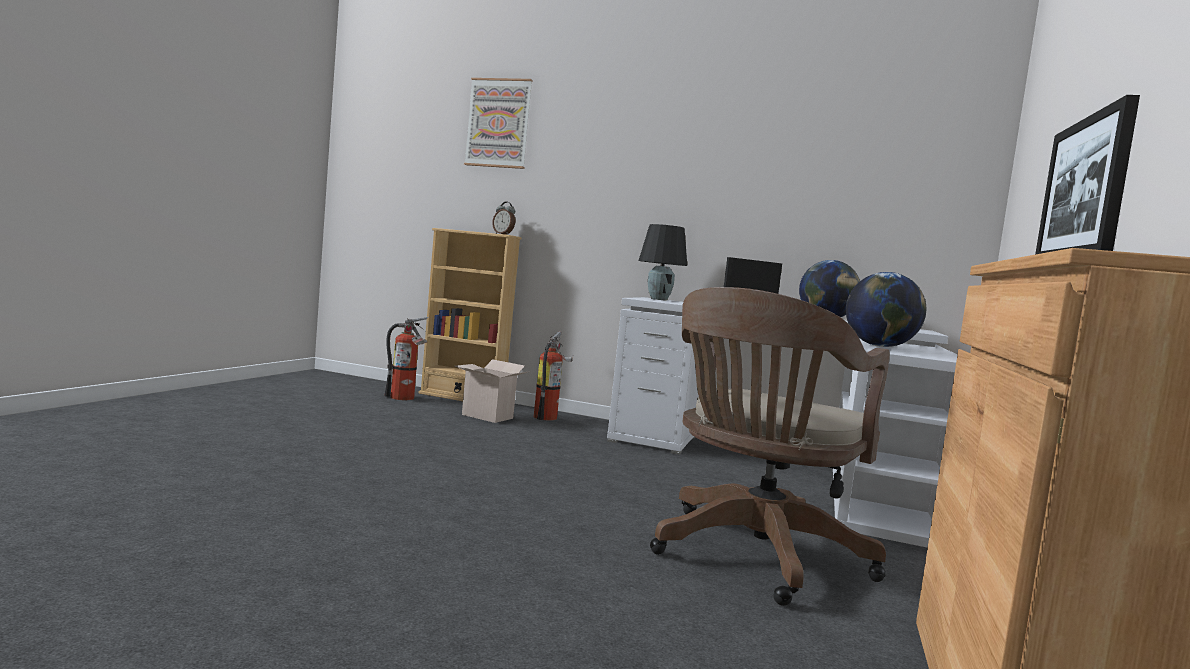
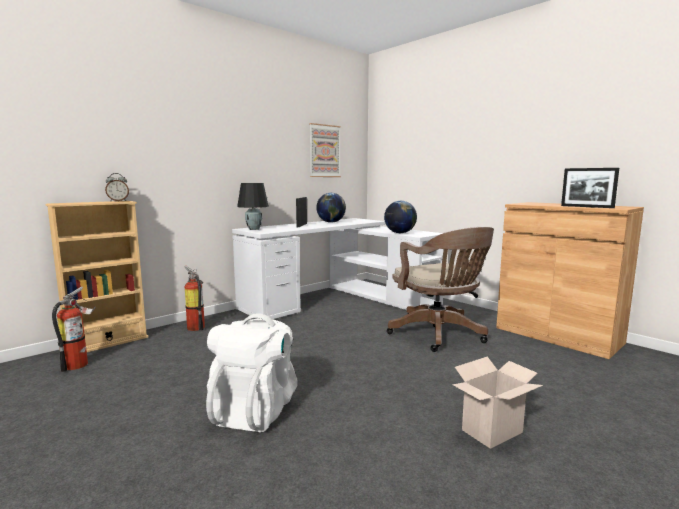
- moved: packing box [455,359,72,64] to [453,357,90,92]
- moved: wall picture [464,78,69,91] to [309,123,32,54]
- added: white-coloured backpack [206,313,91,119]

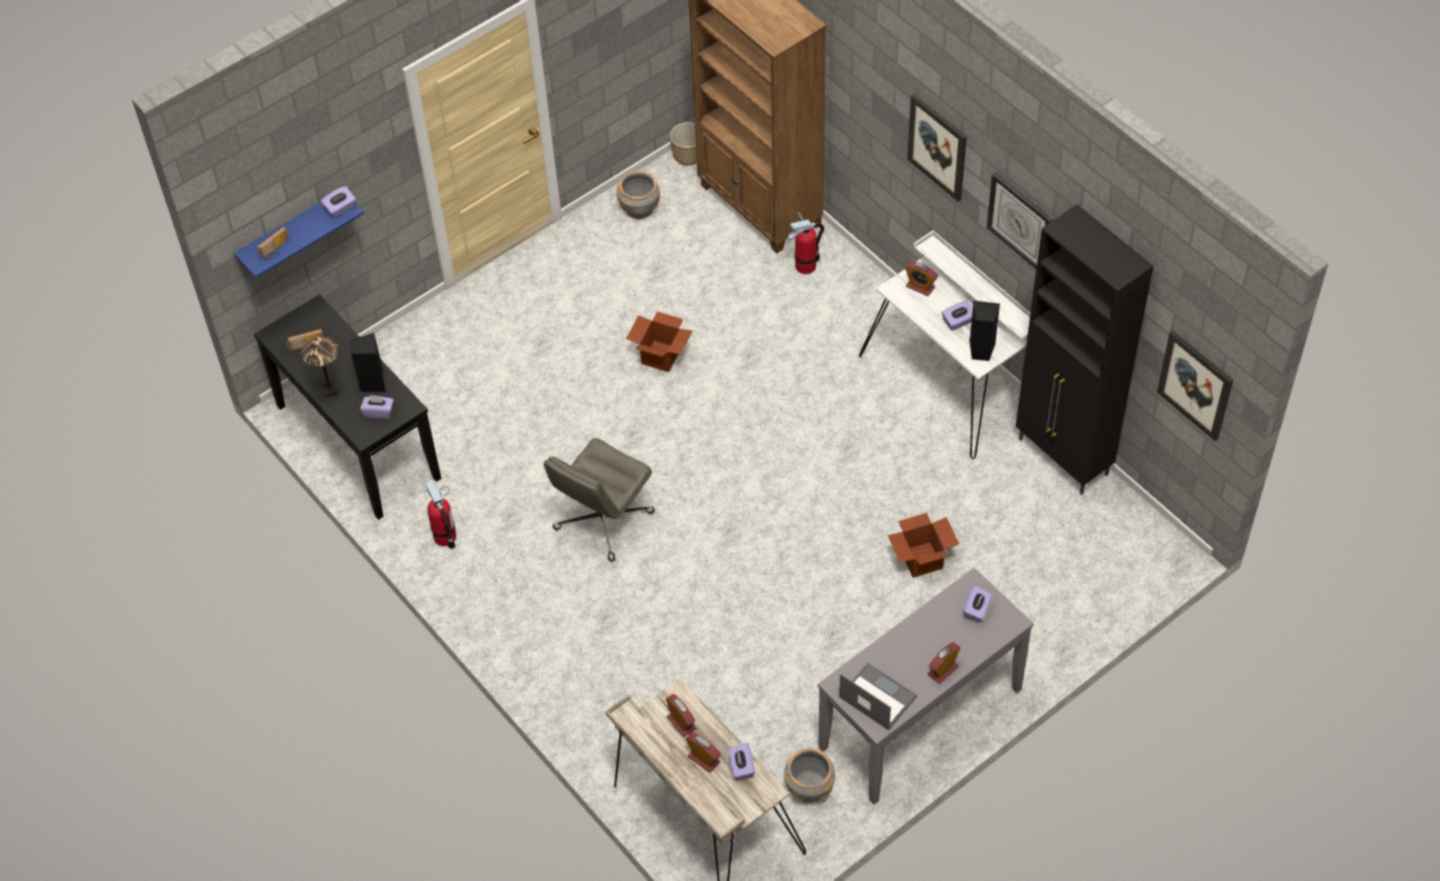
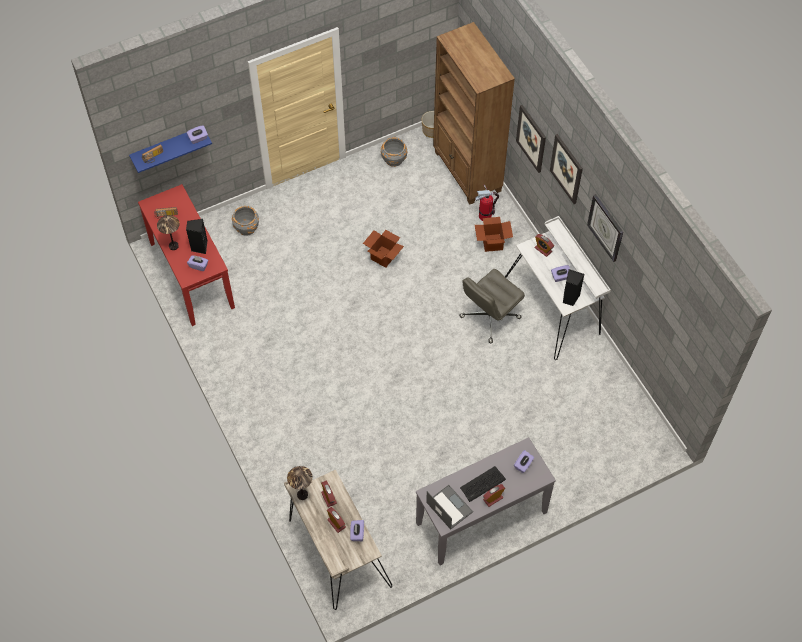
- recoloured: black narrow table [254,294,187,226] to reddish narrow table [138,184,97,142]
- removed: fire extinguisher [425,480,31,69]
- moved: grey office chair [544,438,111,124] to [459,269,66,74]
- moved: grey plant pot [784,748,51,55] to [232,206,27,30]
- moved: packing box [888,513,71,65] to [475,217,38,35]
- removed: black cupboard [1016,204,137,291]
- moved: wall picture [1157,331,76,110] to [516,105,30,68]
- added: table lamp [287,466,26,34]
- added: computer keyboard [460,466,46,36]

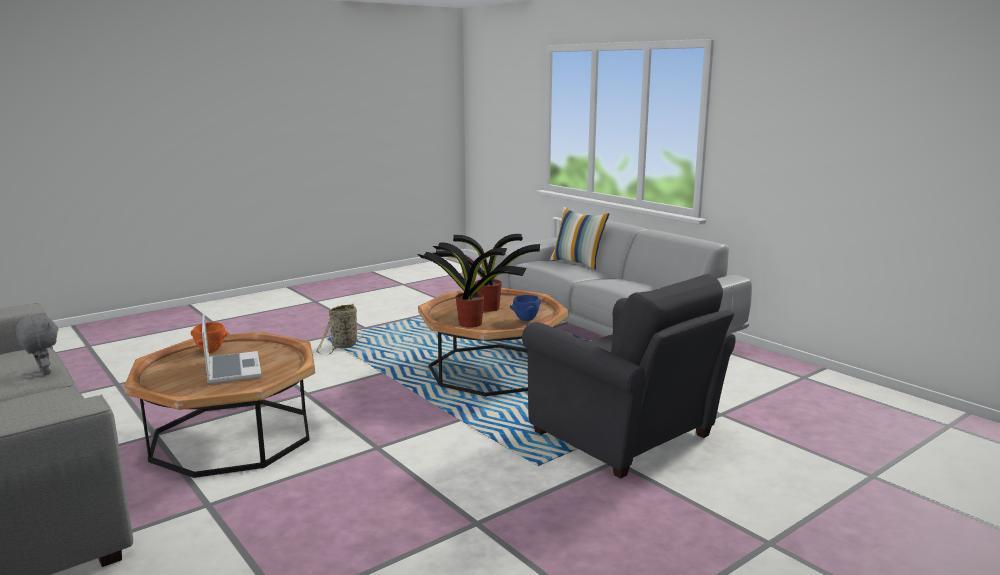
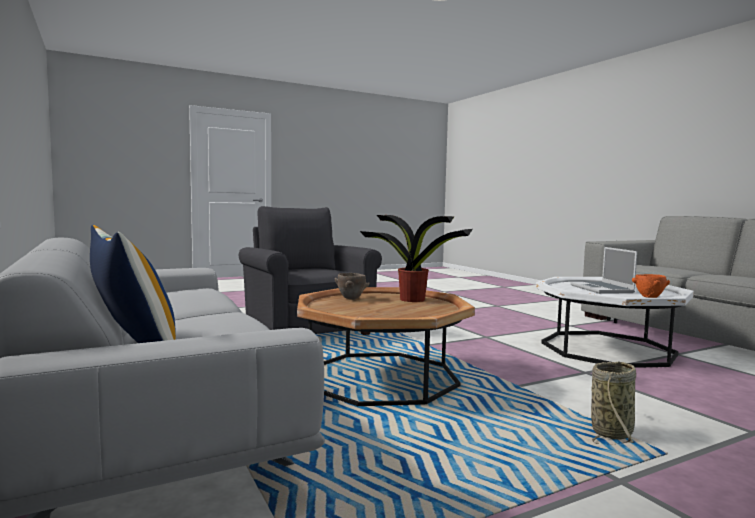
- removed: grey soft toy [16,313,42,63]
- recoloured: brown-coloured lounge table [124,332,191,146] to white-coloured lounge table [536,277,158,91]
- removed: plant in a pot [433,234,107,78]
- recoloured: bluish serving bowl [510,295,31,26] to brown-coloured serving bowl [335,273,34,27]

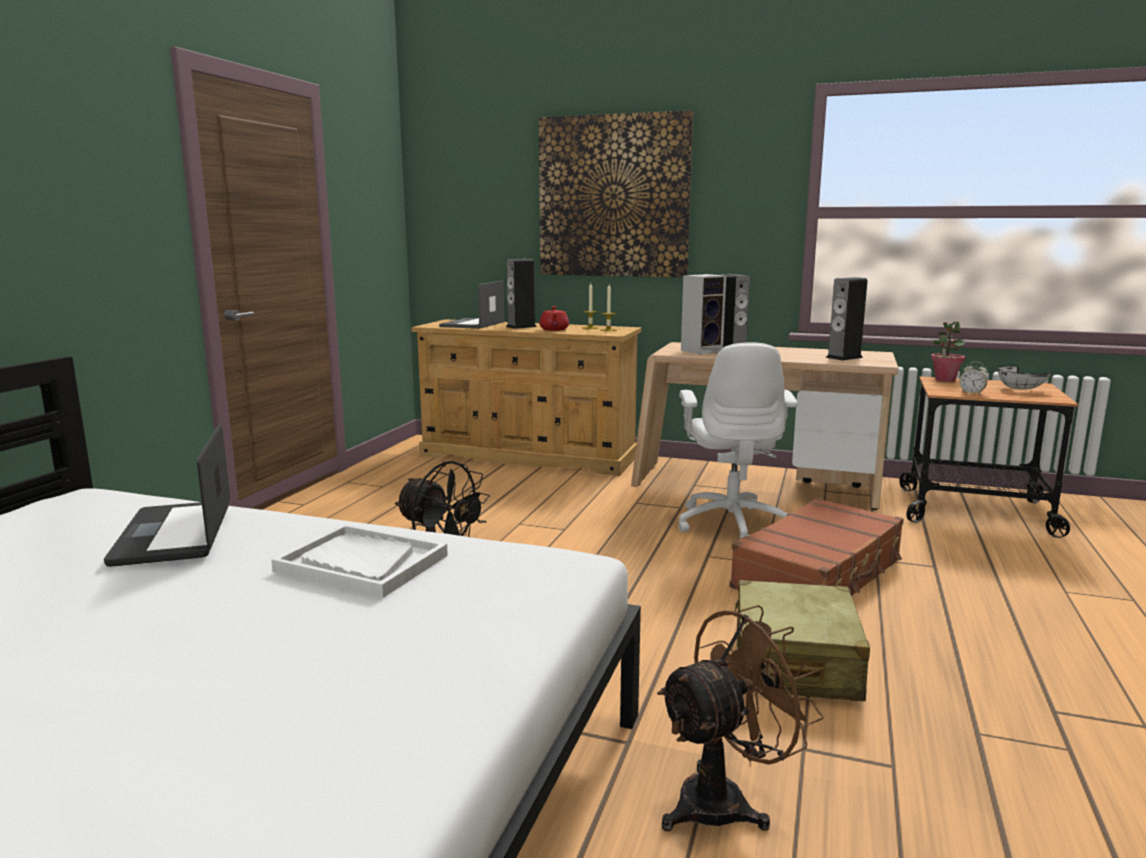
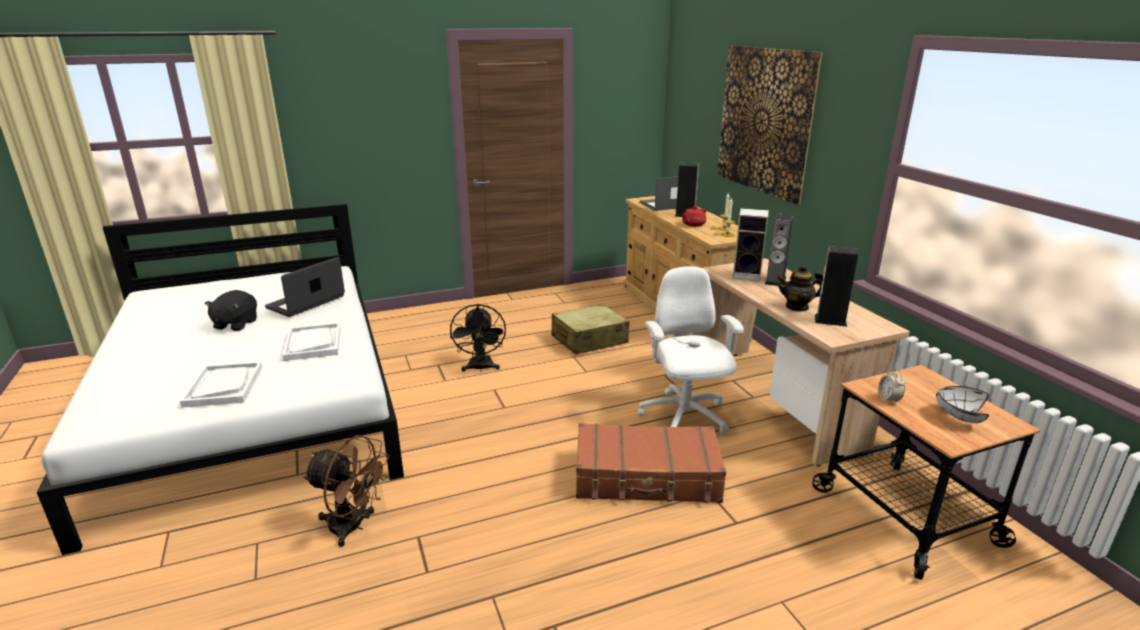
- turned: white-coloured office chair [678,342,120,197] = [638,266,106,169] 120 degrees clockwise
- moved: beige travel case [734,580,136,121] to [551,304,78,50]
- removed: plant in a pot [931,322,34,60]
- added: white-coloured serving tray [180,361,83,47]
- added: black soft toy [205,290,52,41]
- added: teapot [777,264,46,48]

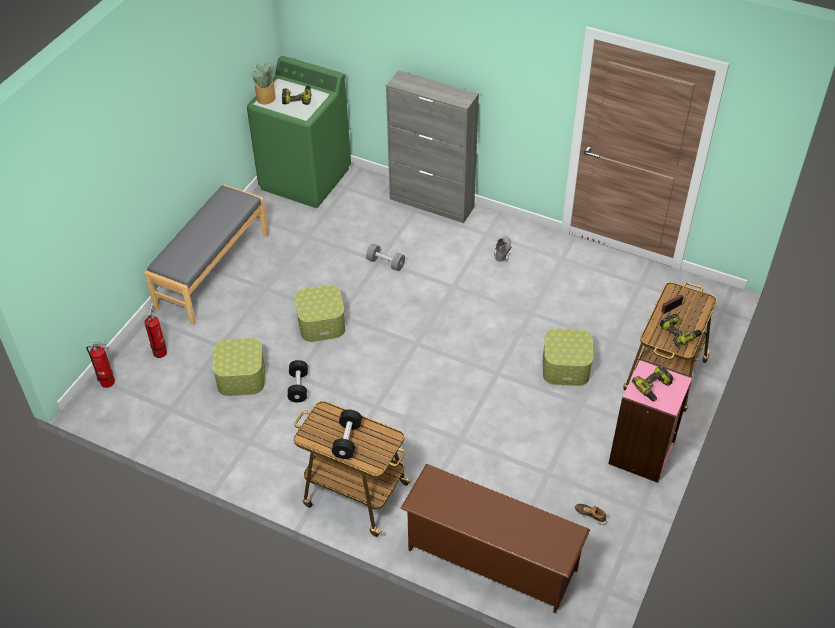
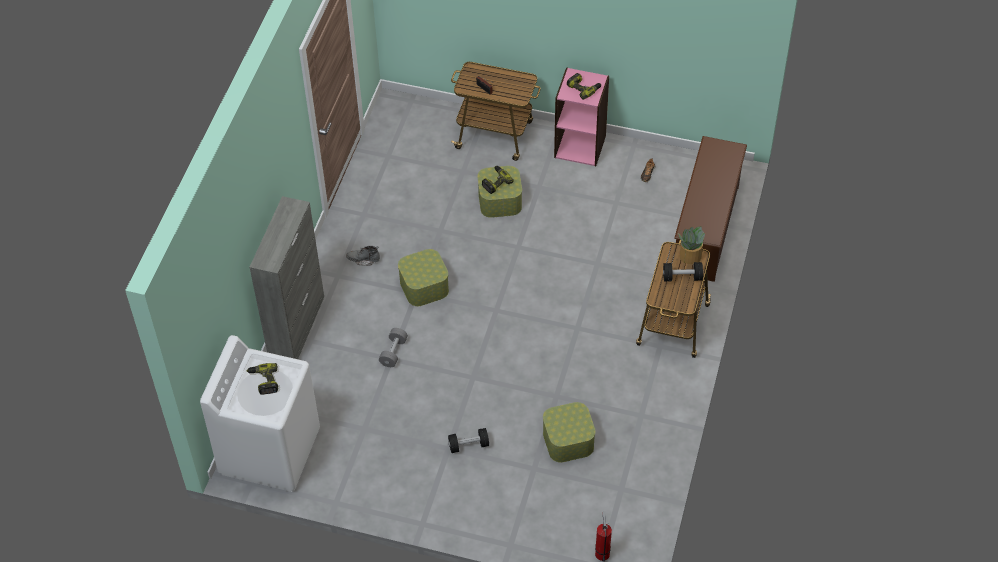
- removed: grey long seat [144,185,125,140]
- removed: fire extinguisher [144,303,23,55]
- recoloured: green-coloured laundry machine [247,56,104,152] to white-coloured laundry machine [200,335,120,157]
- moved: plant in a pot [252,62,24,42] to [678,227,27,37]
- moved: black dumbbell [287,360,21,42] to [448,428,41,25]
- moved: storage box [295,285,50,57] to [398,249,51,57]
- moved: power drill [660,314,42,33] to [482,166,32,28]

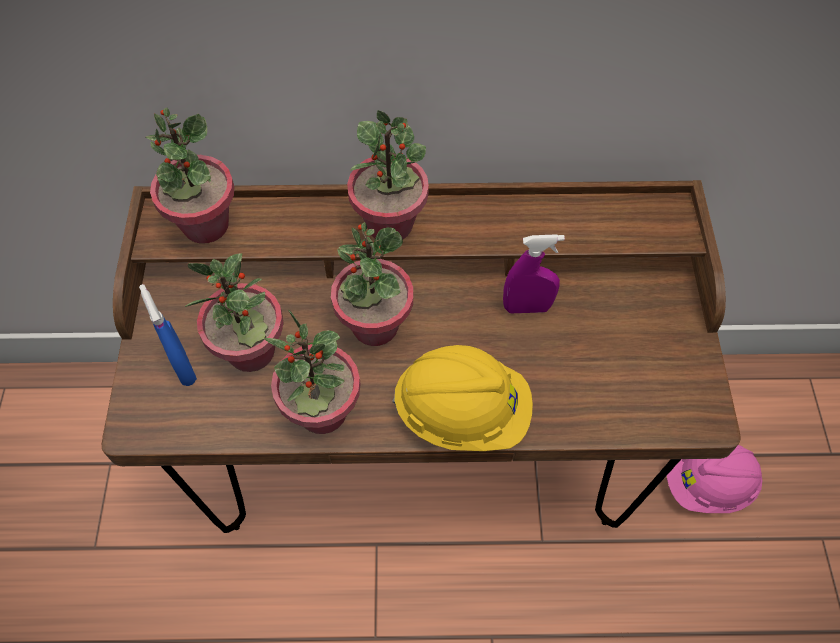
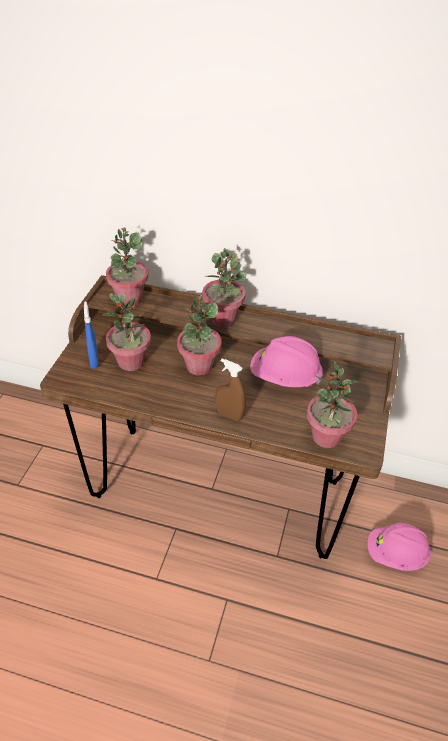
- moved: plant in a pot [264,310,97,124] to [307,361,51,87]
- replaced: yellow-coloured hard hat [392,345,141,106] to brown-coloured hand sprayer [216,359,30,62]
- replaced: purple-coloured hand sprayer [503,234,62,79] to pink-coloured hard hat [250,336,73,51]

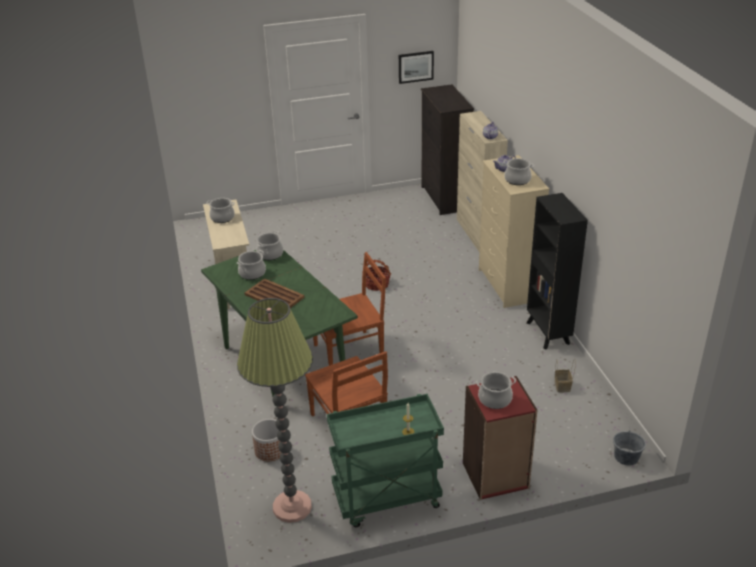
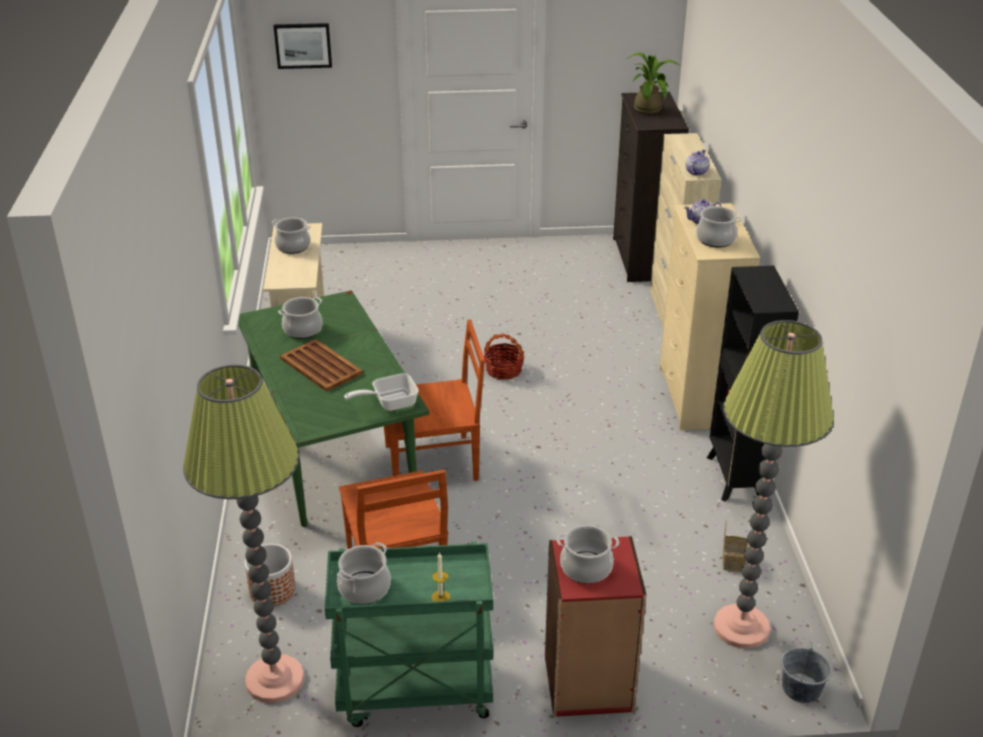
- moved: stockpot [256,231,27,29] to [337,542,54,62]
- moved: wall picture [399,51,35,33] to [274,23,58,46]
- added: frying pan [344,373,75,38]
- added: plant in a pot [627,52,53,62]
- added: standing lamp [714,320,120,329]

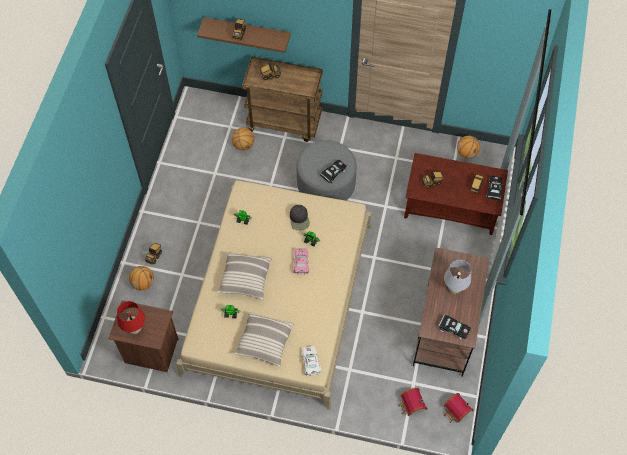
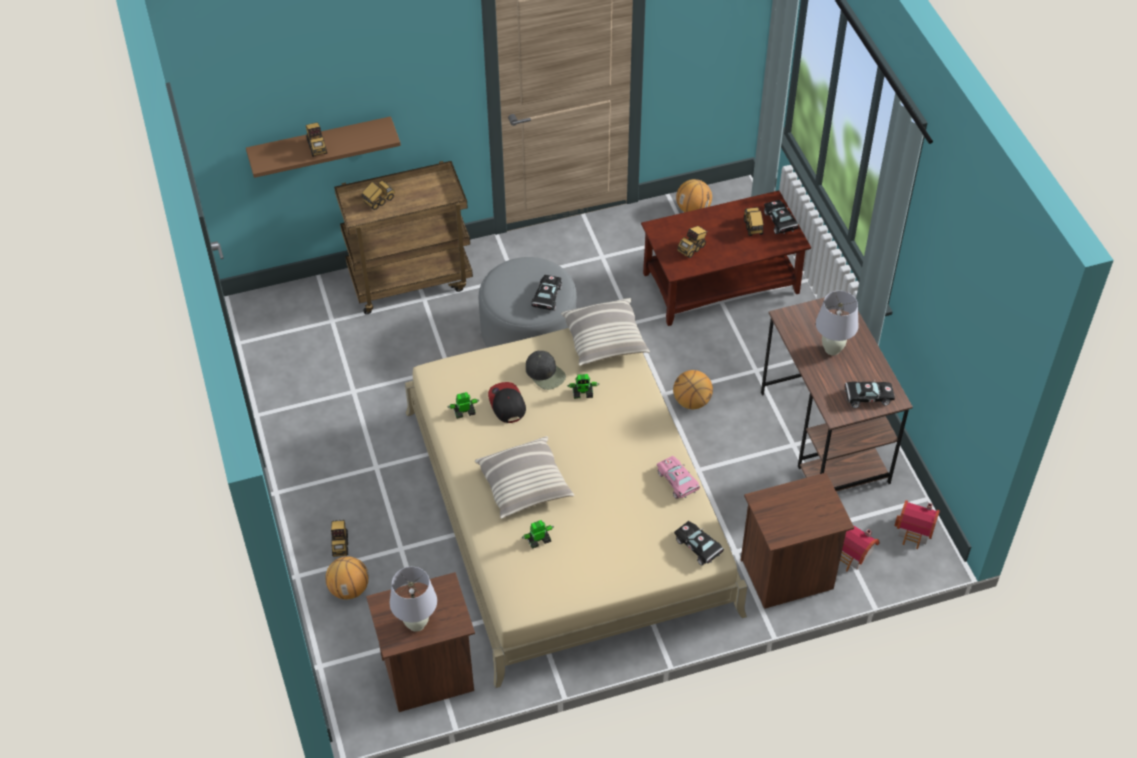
- recoloured: reddish table lamp [117,301,28,33] to white-coloured table lamp [390,567,47,65]
- moved: ball for basketball [232,128,22,23] to [673,370,40,39]
- moved: cushion [234,312,61,55] to [561,298,89,68]
- moved: pink-coloured model car [293,248,16,27] to [657,456,43,43]
- recoloured: white-coloured model car [302,346,19,30] to black model car [674,521,50,44]
- added: peaked cap [488,382,38,41]
- added: brown-coloured night table [741,473,113,136]

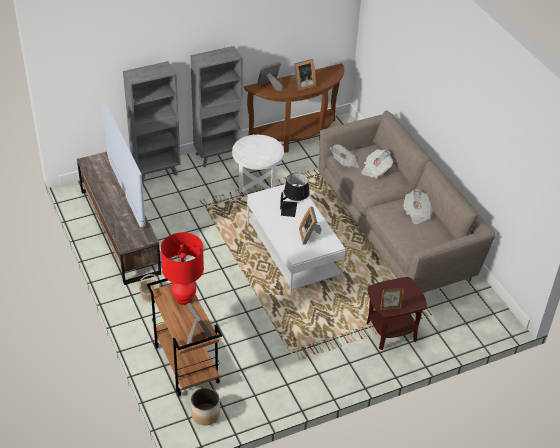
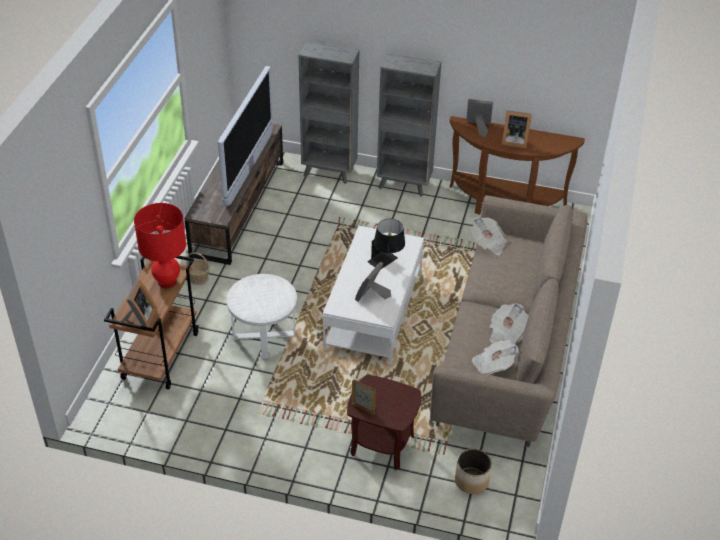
- moved: plant pot [191,388,29,37] to [455,449,37,45]
- moved: white-coloured side table [232,135,52,57] to [227,274,70,85]
- moved: newspaper [361,149,32,30] to [472,340,47,34]

